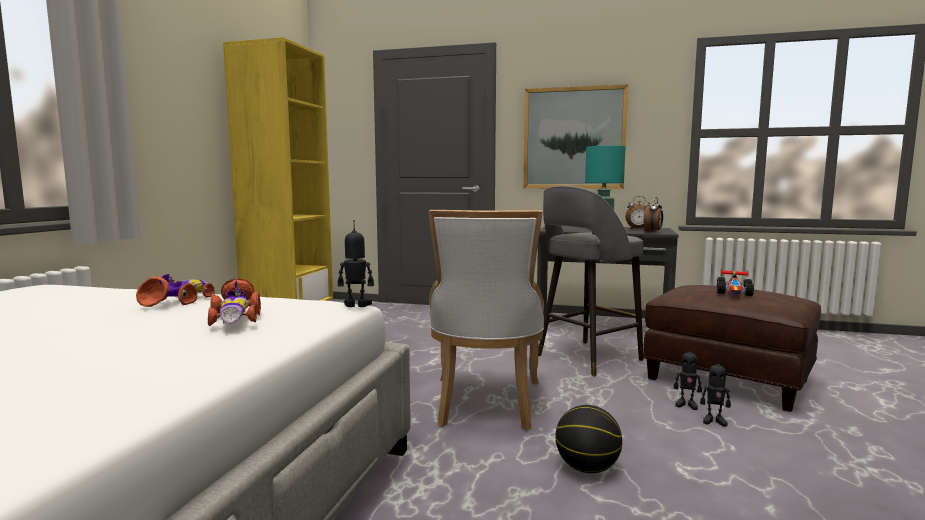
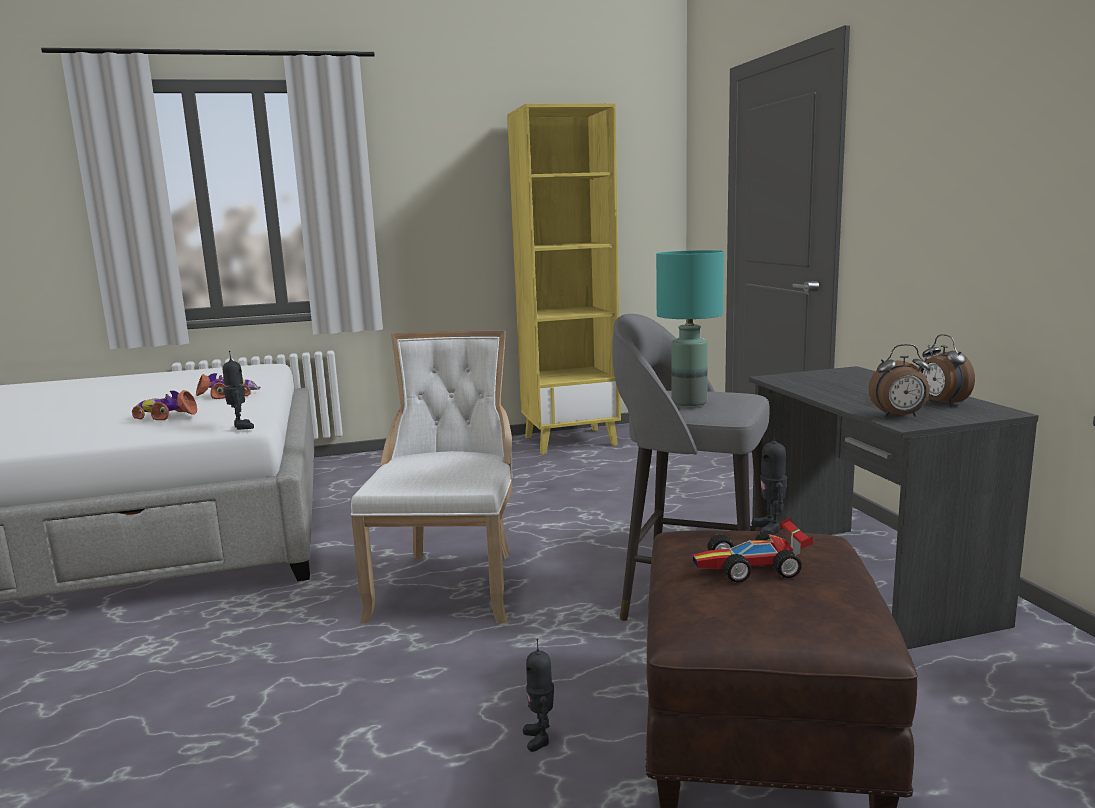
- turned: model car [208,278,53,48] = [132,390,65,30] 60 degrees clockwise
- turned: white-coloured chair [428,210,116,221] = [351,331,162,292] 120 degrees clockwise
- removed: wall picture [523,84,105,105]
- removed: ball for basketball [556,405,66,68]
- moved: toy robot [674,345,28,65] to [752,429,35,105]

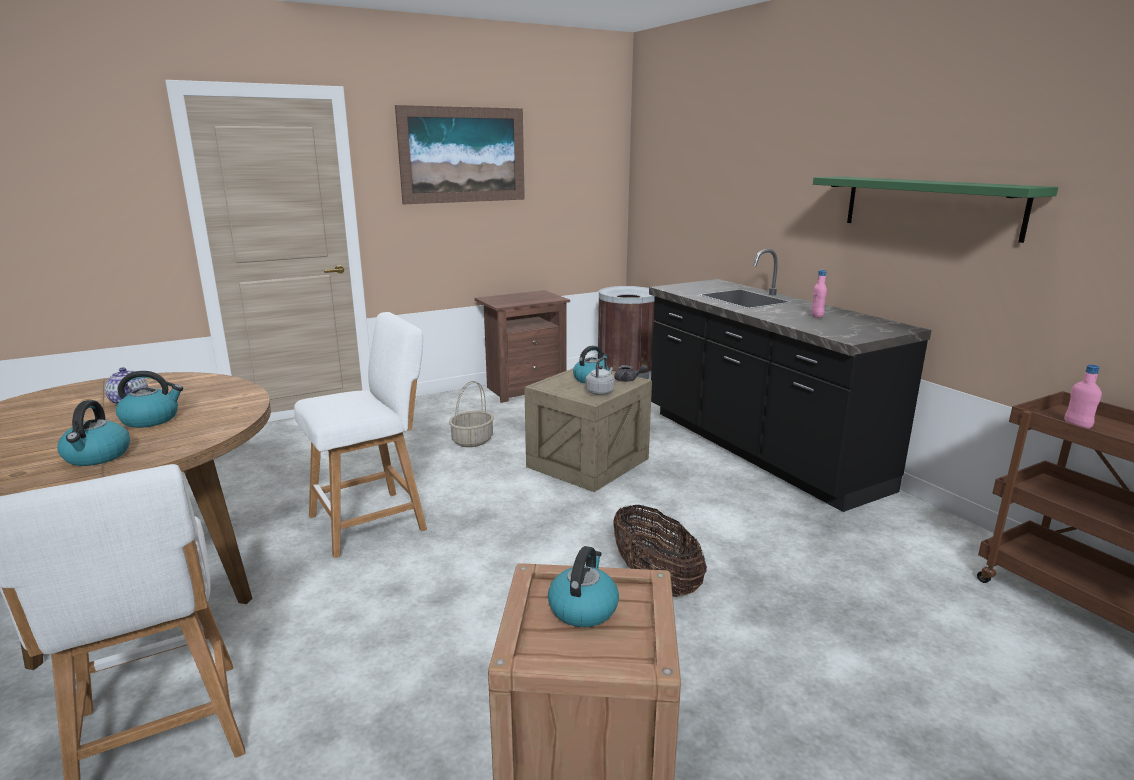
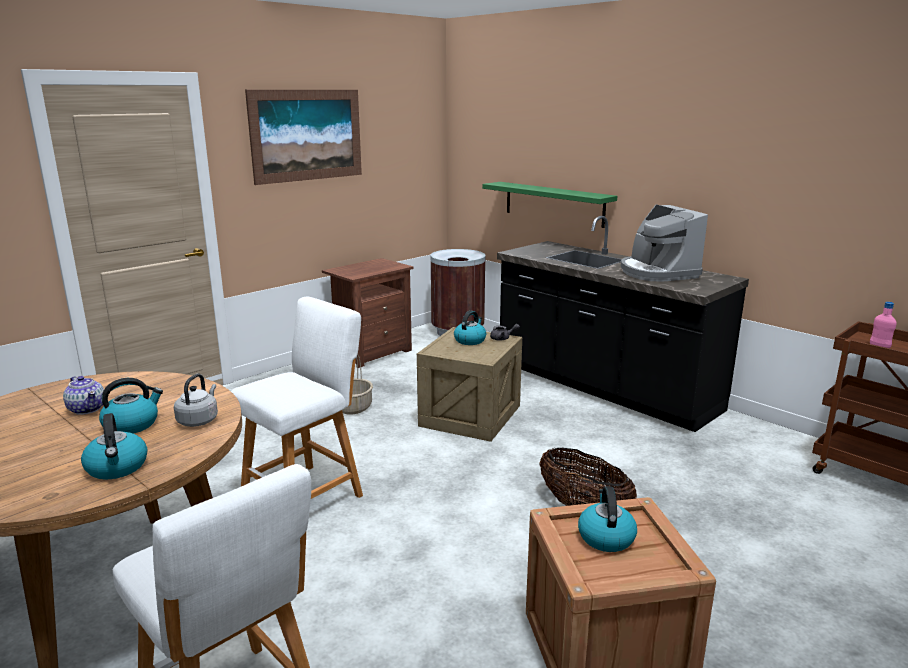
- moved: grey kettle [585,357,30,38] to [174,374,44,53]
- replaced: pink-coloured drink bottle [811,270,16,48] to coffee maker [621,205,87,77]
- moved: green-coloured wall shelf [813,177,245,66] to [482,182,135,46]

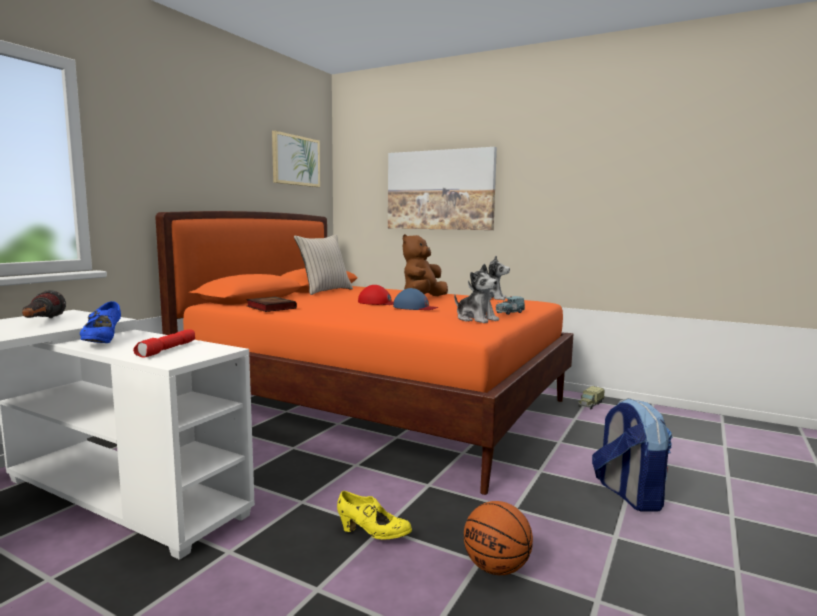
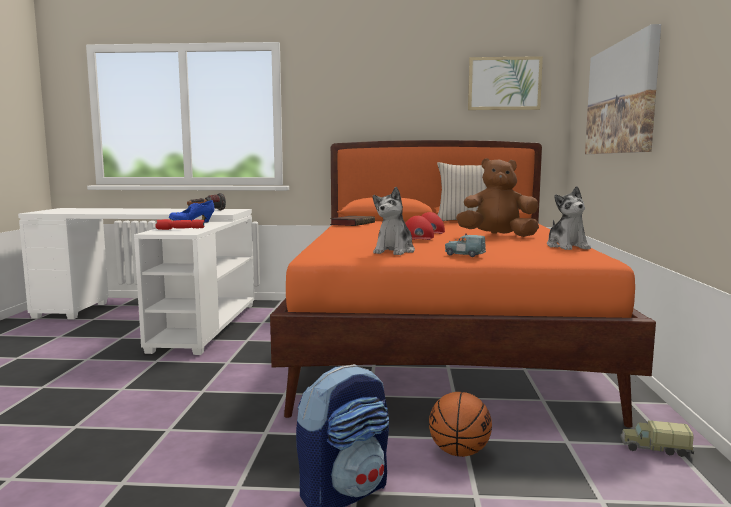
- removed: yellow-coloured item of footwear [337,491,75,49]
- recoloured: bluish peaked cap [393,288,46,22] to reddish peaked cap [405,216,29,24]
- moved: ball for basketball [464,501,69,74] to [429,392,63,65]

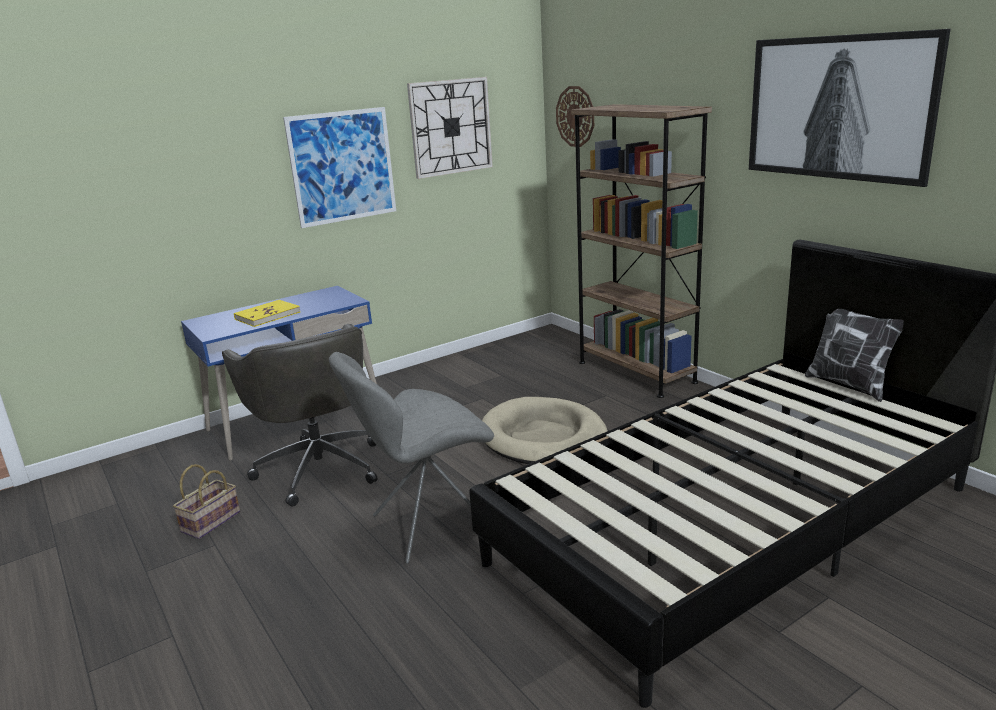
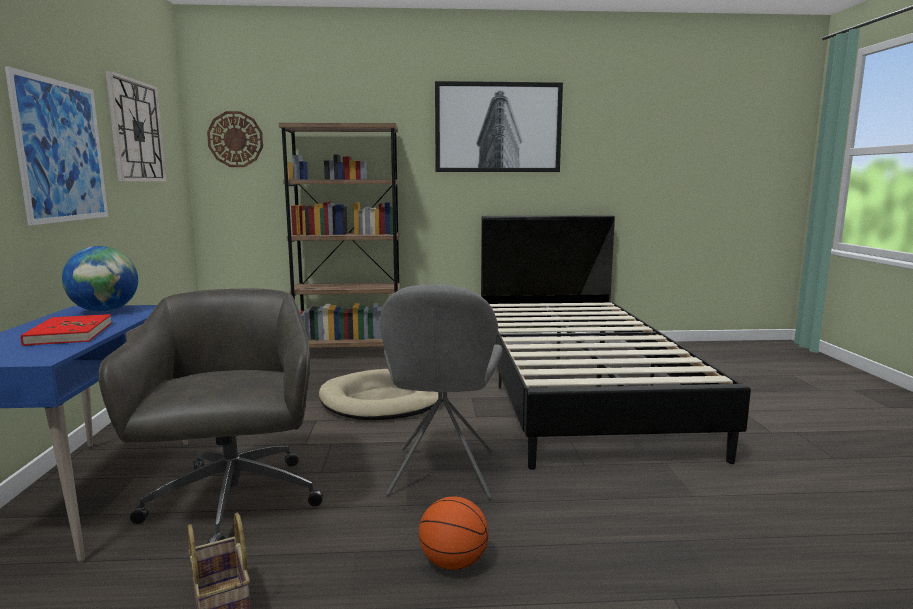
- turned: grey office chair [222,324,155,183] = [99,288,224,255] 105 degrees counterclockwise
- recoloured: yellow-coloured bound book [234,300,66,27] to reddish bound book [21,314,91,32]
- removed: cushion [805,309,99,93]
- added: world globe [62,246,76,66]
- added: ball for basketball [419,496,70,74]

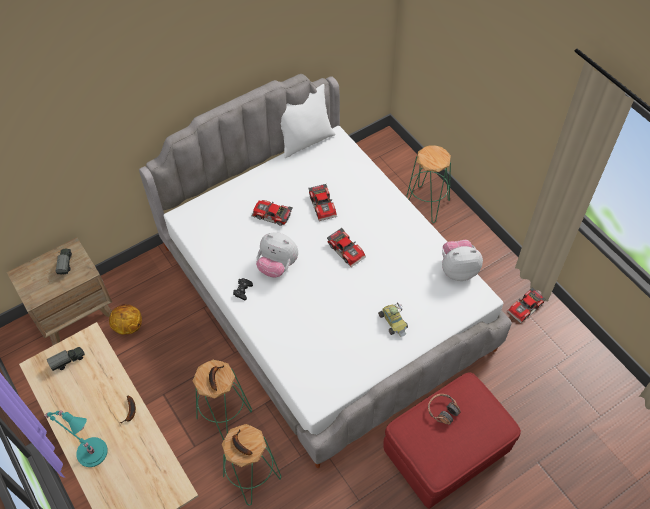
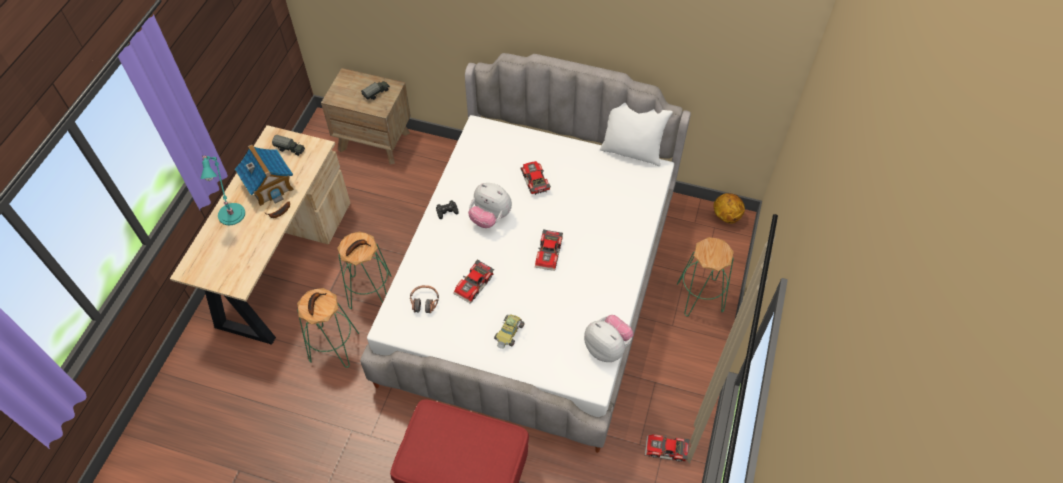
- moved: ball for basketball [109,304,33,31] to [714,193,31,31]
- turned: soft toy [256,232,42,45] = [468,183,44,45] 45 degrees counterclockwise
- moved: model car [308,184,29,37] to [453,259,41,45]
- moved: pair of headphones [428,394,33,30] to [410,285,29,28]
- added: toy house [235,145,59,61]

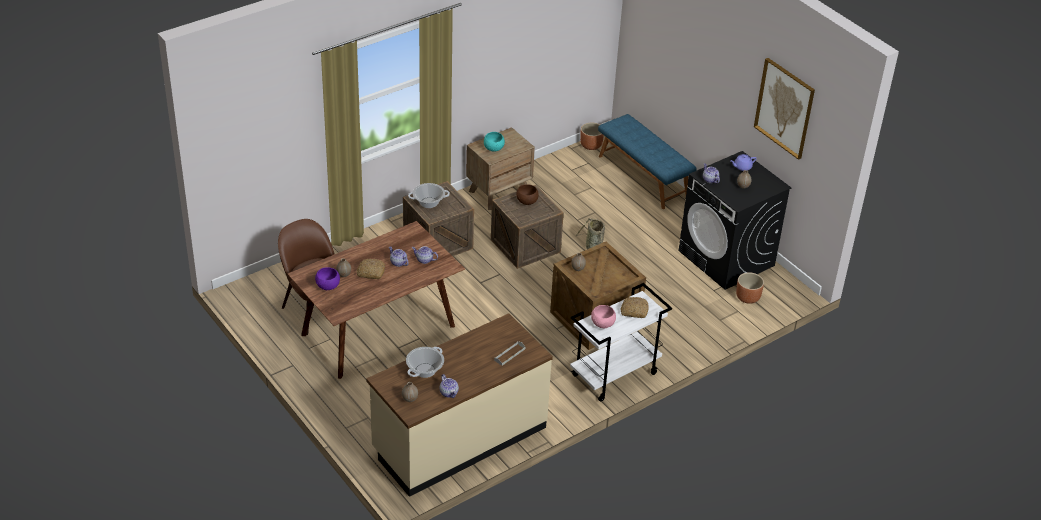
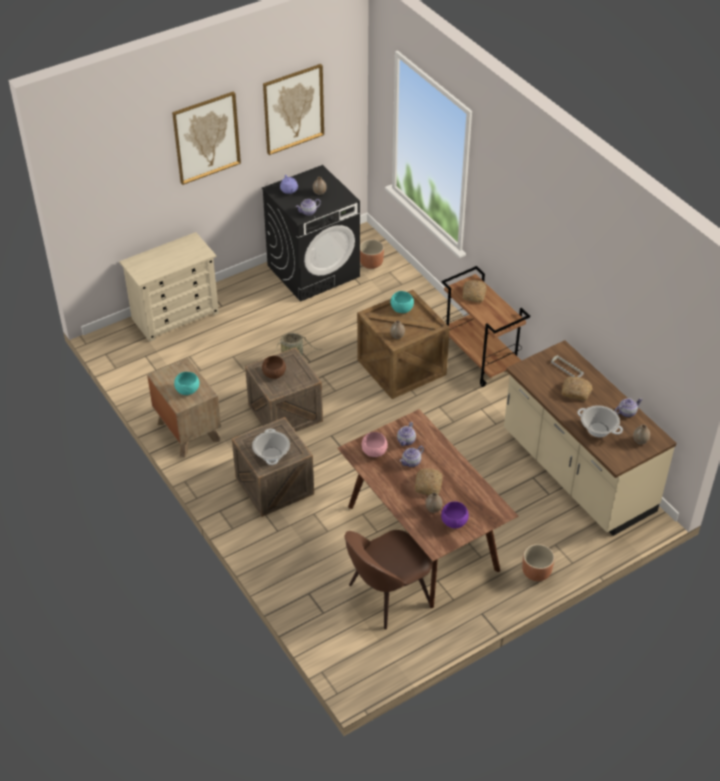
- recoloured: white-coloured wheeled cart [570,283,102,119] to brown-coloured wheeled cart [441,266,89,121]
- moved: brown-coloured plant pot [580,123,24,27] to [522,544,33,37]
- moved: pink-coloured serving bowl [591,305,25,23] to [362,432,26,25]
- replaced: bluish long seat [598,114,99,95] to beige chest of drawers [119,232,100,110]
- added: wall picture [172,92,69,93]
- added: blue-green serving bowl [390,291,24,22]
- added: bread [562,377,31,24]

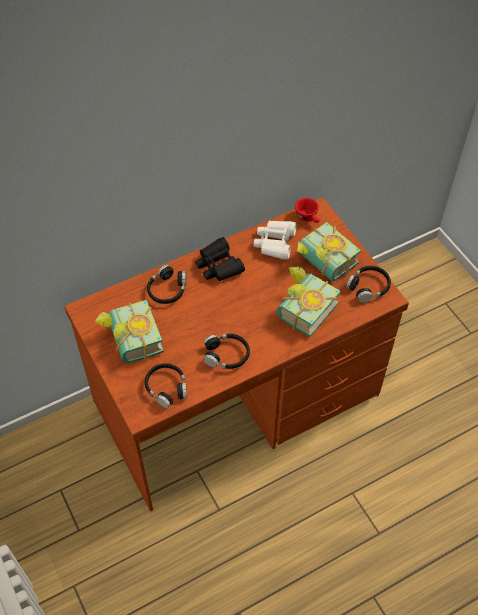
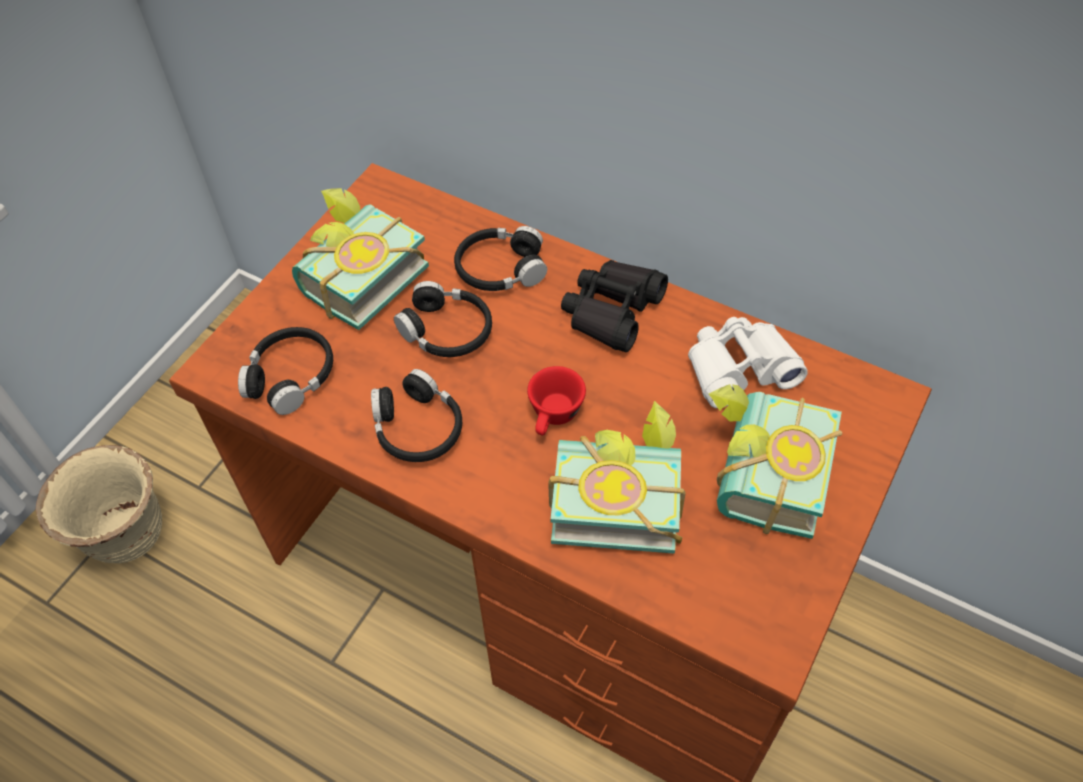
- moved: reddish small cup [295,198,25,25] to [527,366,59,70]
- moved: black pair of headphones [346,266,45,36] to [394,281,98,76]
- added: beige plant pot [36,445,126,118]

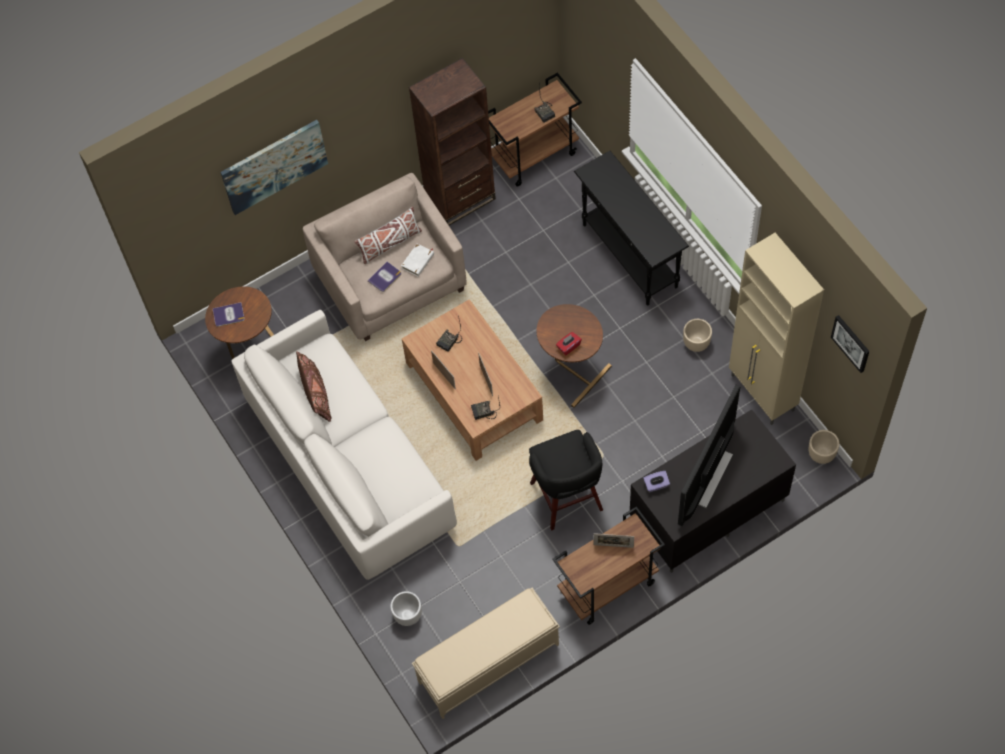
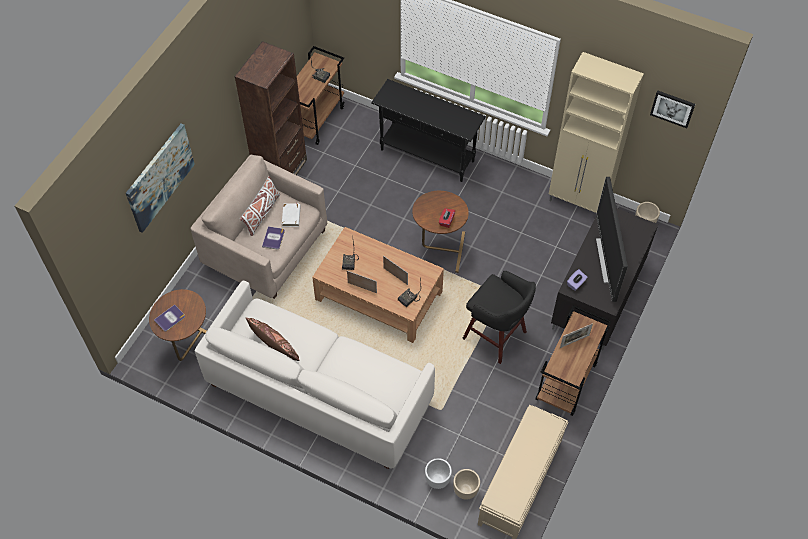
- moved: beige plant pot [683,319,29,33] to [453,469,27,31]

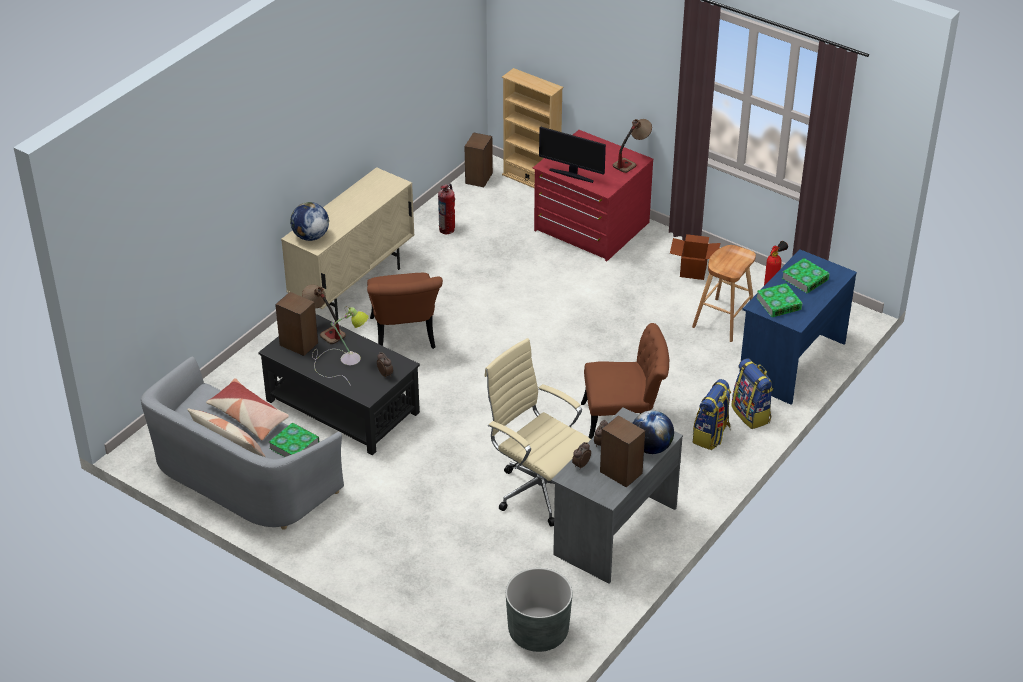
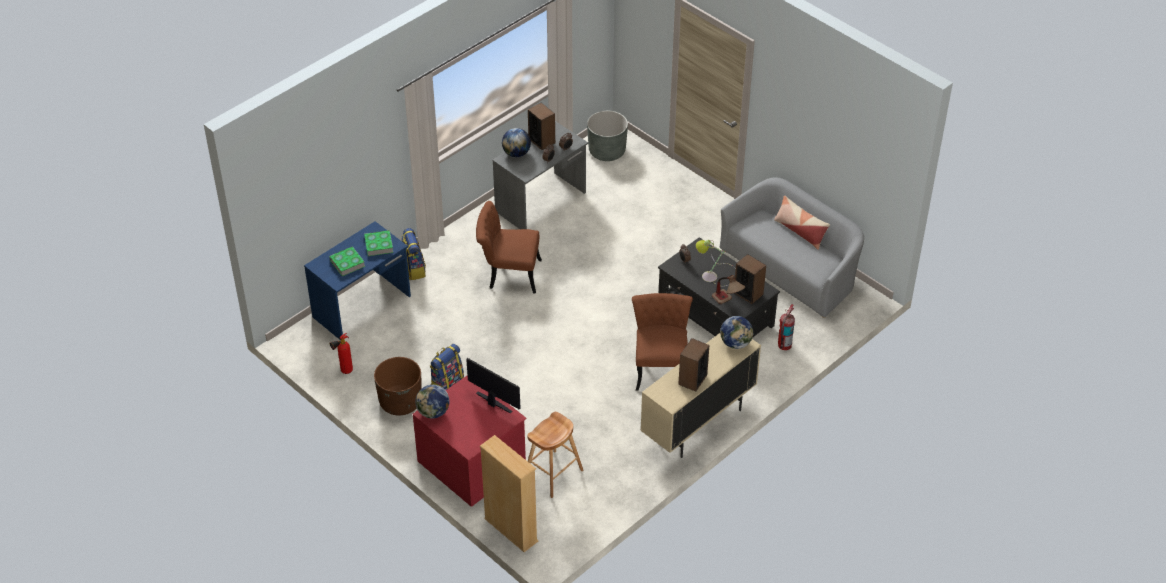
- removed: cushion [206,378,83,63]
- removed: bound book [269,423,50,34]
- moved: fire extinguisher [438,183,17,51] to [778,304,17,46]
- moved: speaker [465,132,28,55] to [678,338,31,54]
- removed: beige office chair [485,338,106,188]
- replaced: table lamp [613,119,39,54] to world globe [415,385,34,34]
- replaced: packing box [670,234,50,46] to brown-coloured plant pot [374,357,48,58]
- moved: brown-coloured stool seat [692,245,64,97] to [527,412,56,86]
- moved: backpack [693,379,38,71] to [430,344,34,46]

